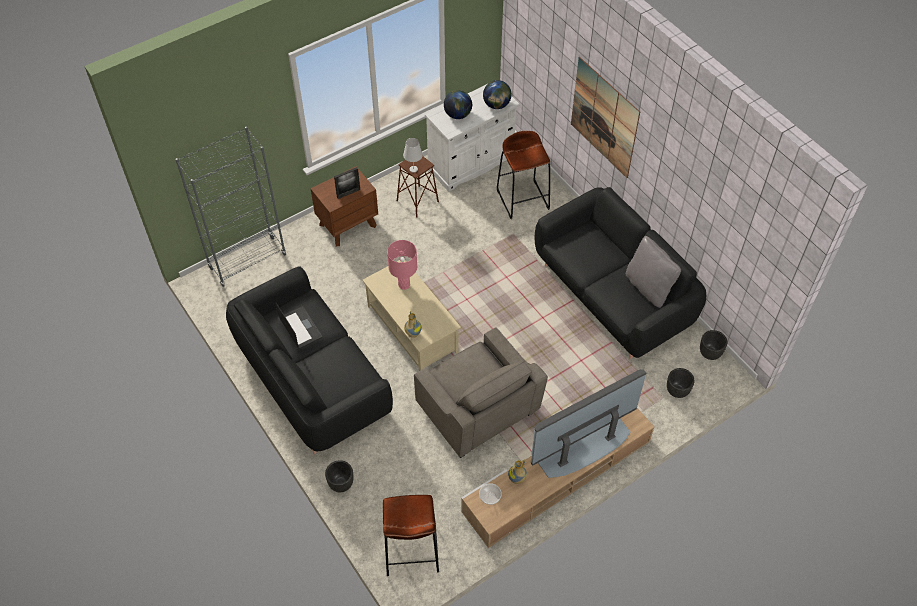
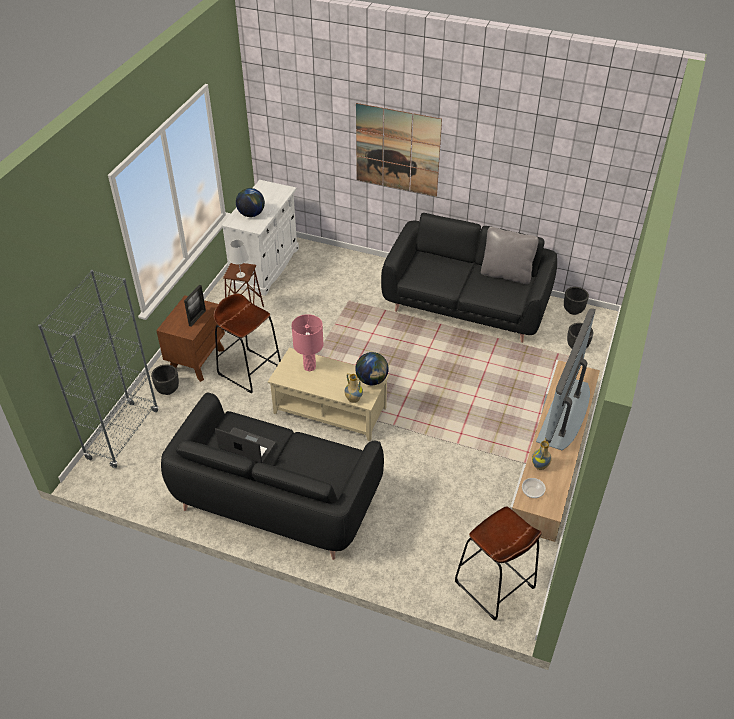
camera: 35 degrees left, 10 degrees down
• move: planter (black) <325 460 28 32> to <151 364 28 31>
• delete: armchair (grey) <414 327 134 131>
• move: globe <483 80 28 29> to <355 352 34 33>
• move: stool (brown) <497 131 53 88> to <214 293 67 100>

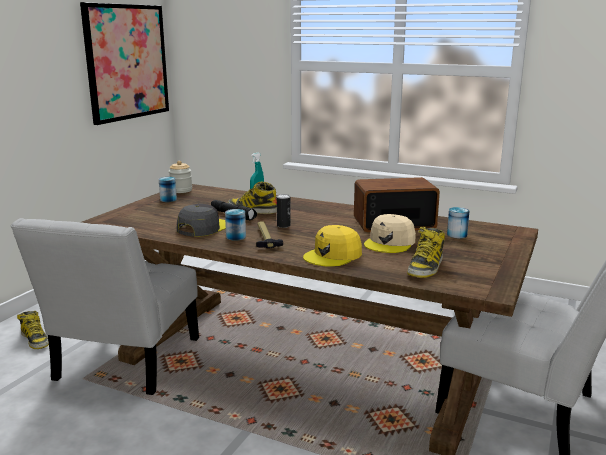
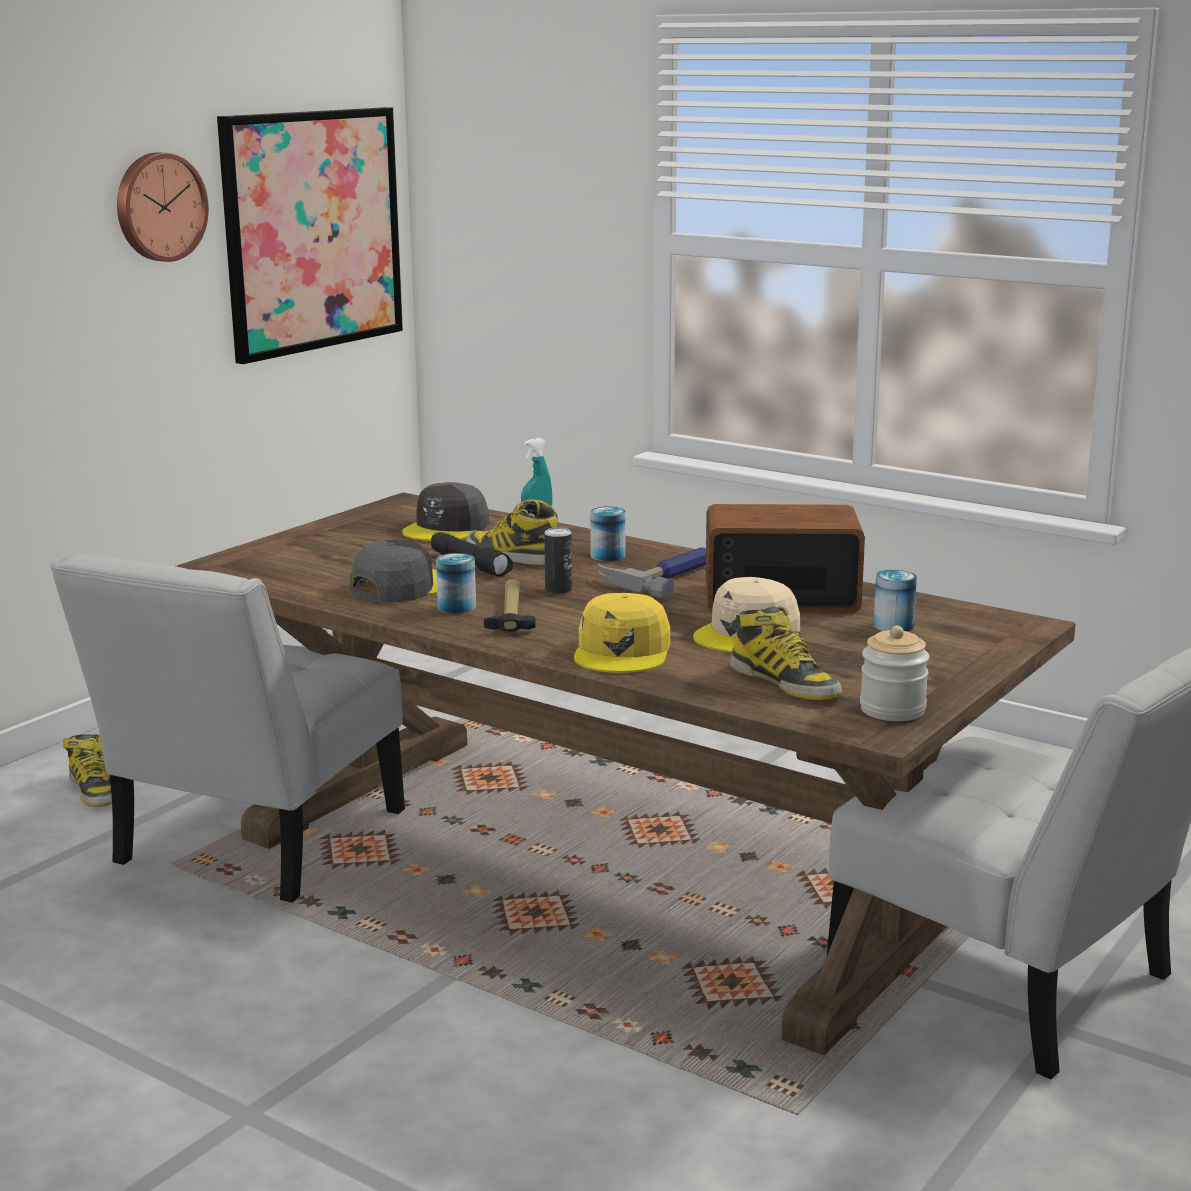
camera: 10 degrees right, 0 degrees up
• move: can <159 177 18 25> to <590 506 36 56>
• move: jar <168 161 24 32> to <860 626 70 95>
• rotate: cap (yellow) <303 225 59 42> = <574 593 96 80> 45 degrees counterclockwise
• rotate: boot <407 227 38 51> = <730 606 112 94> 75 degrees counterclockwise
• insert: wall clock <117 152 92 110>
• insert: cap (grey) <402 482 88 59>
• insert: hammer <598 547 108 53>

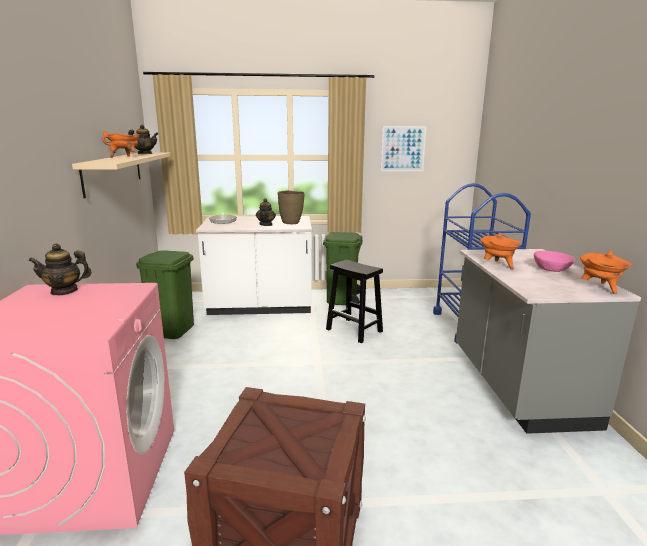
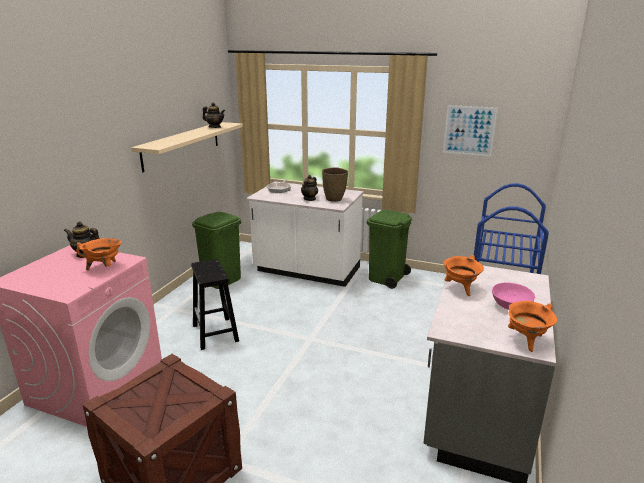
camera: 25 degrees right, 5 degrees up
• move: cooking pot (orange) <102 131 38 27> to <76 238 46 32>
• move: stool (black) <326 260 57 83> to <191 259 48 91>

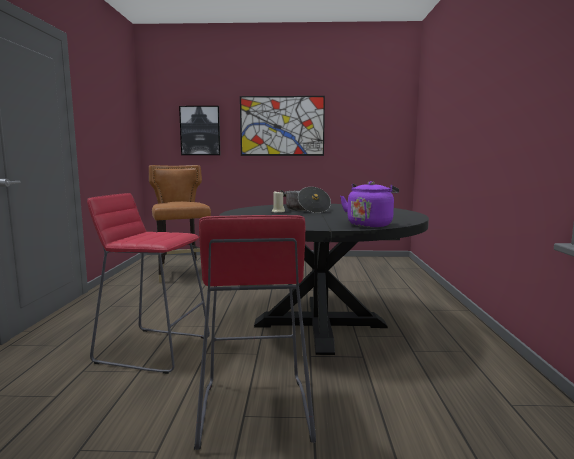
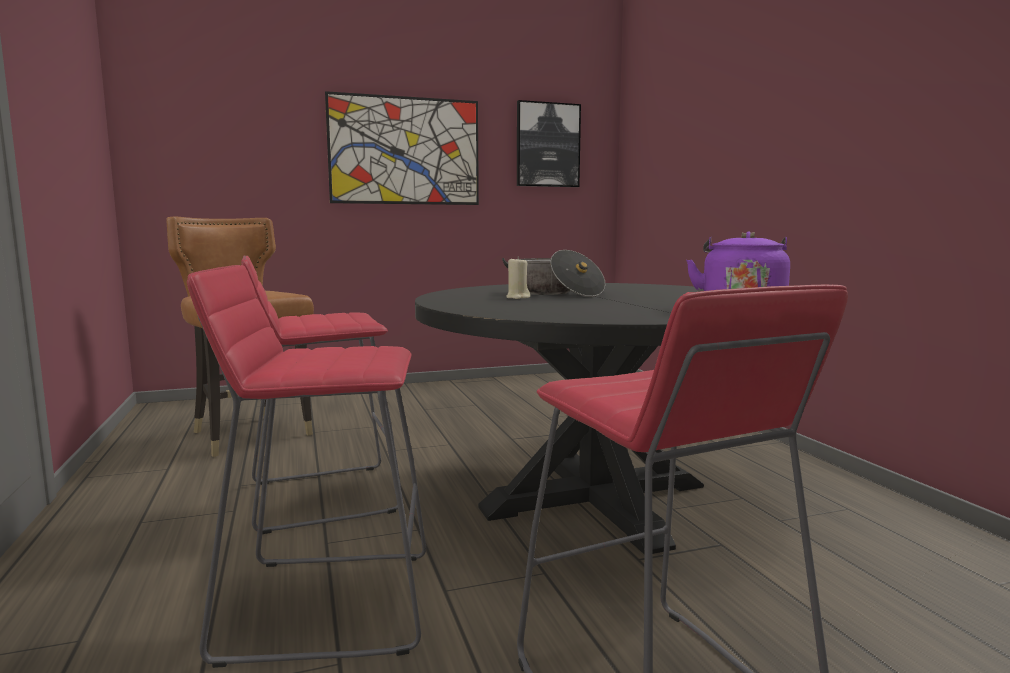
camera: 20 degrees left, 0 degrees up
• move: picture <179 106 41 49> to <517 100 64 87>
• insert: stool (red) <241 255 162 279>

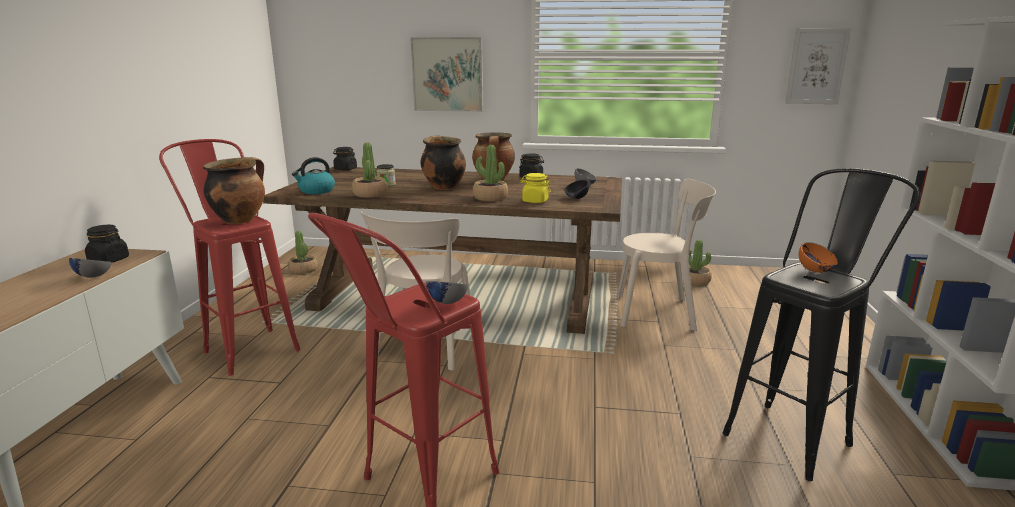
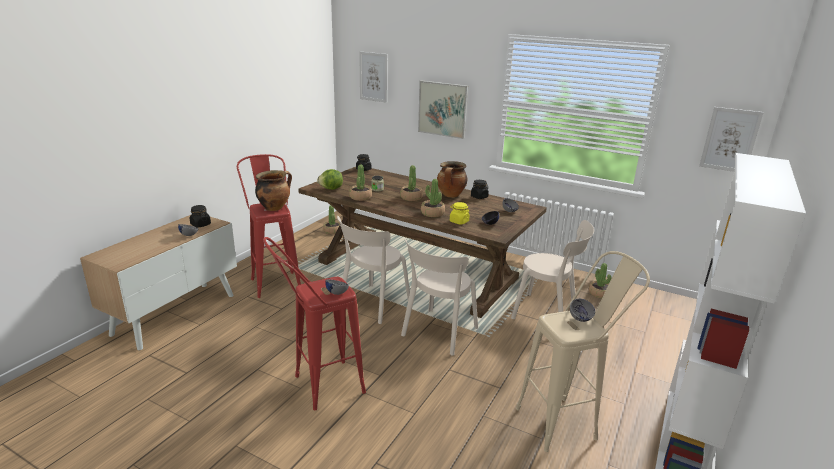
camera: 20 degrees right, 5 degrees up
• replace: kettle <292 157 43 37> to lettuce <317 169 26 21>
• replace: cooking pot <420 135 46 55> to potted plant <400 165 23 36>
• recolor: stool (black) <723 168 198 313> to stool (beige) <516 251 134 201>
• recolor: bowl (orange) <799 242 39 31> to bowl (grey) <570 299 25 23>
• insert: picture <359 52 29 51>
• insert: chair (beige) <401 239 77 117>

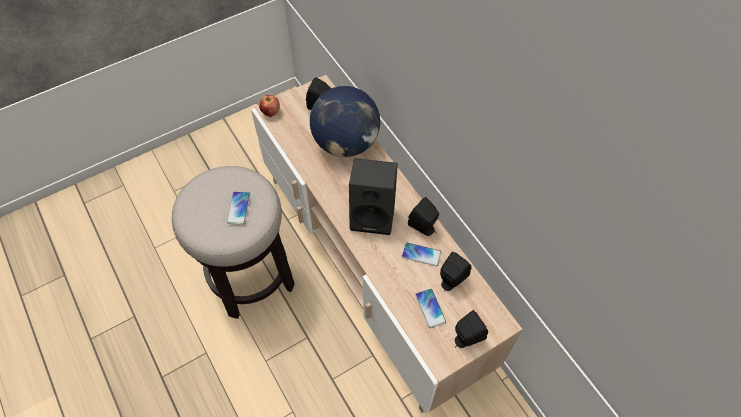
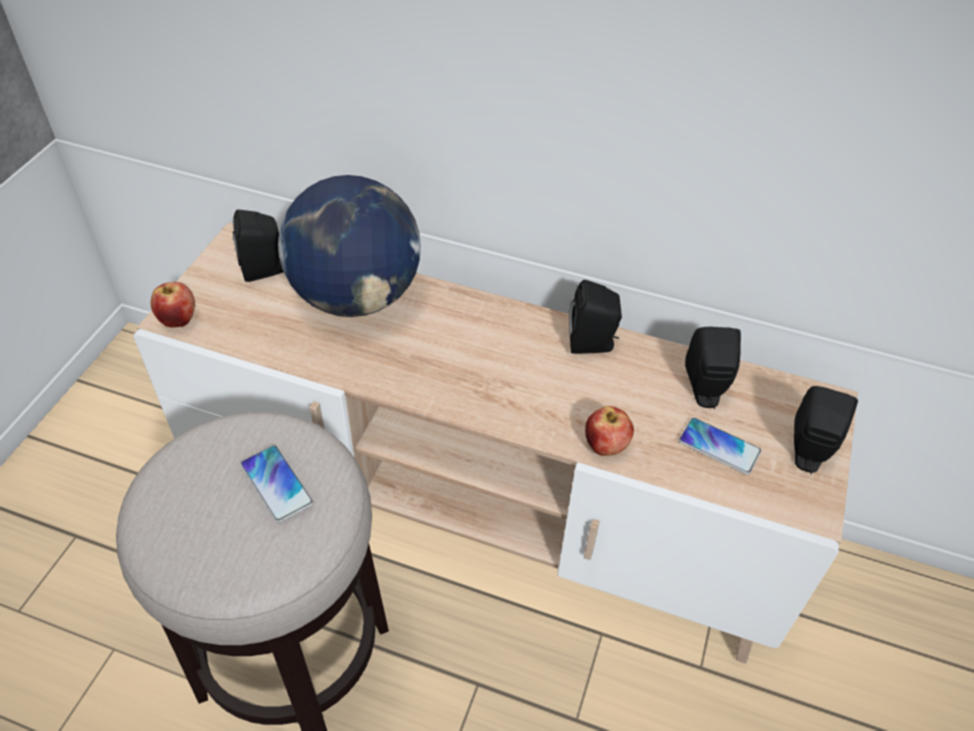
camera: 40 degrees left, 10 degrees down
• delete: speaker (black) <349 158 49 77>
• delete: phone <402 243 40 23>
• insert: apple <585 406 49 50>

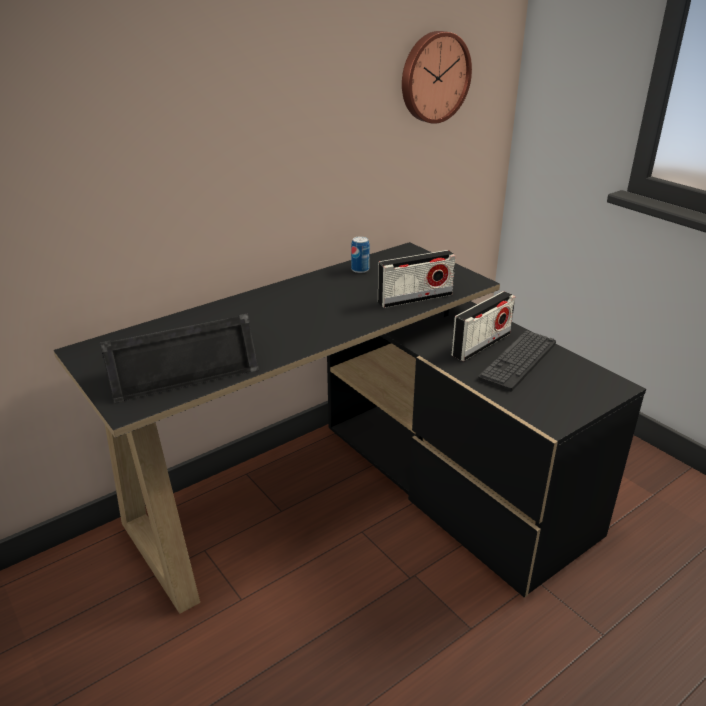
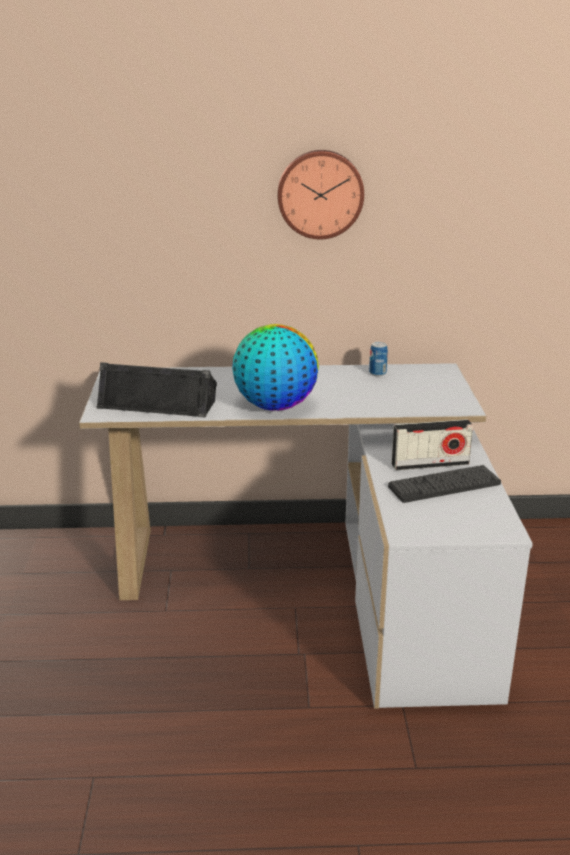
camera: 35 degrees right, 5 degrees down
• recolor: desk (black) <53 242 593 372> to desk (white) <79 363 454 346>
• delete: radio <378 250 78 58>
• move: wall clock <402 31 70 93> to <277 150 87 89>
• insert: globe <232 324 87 87>

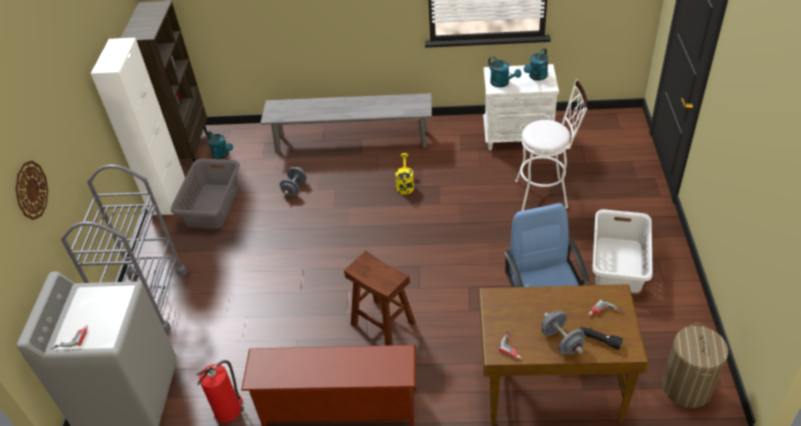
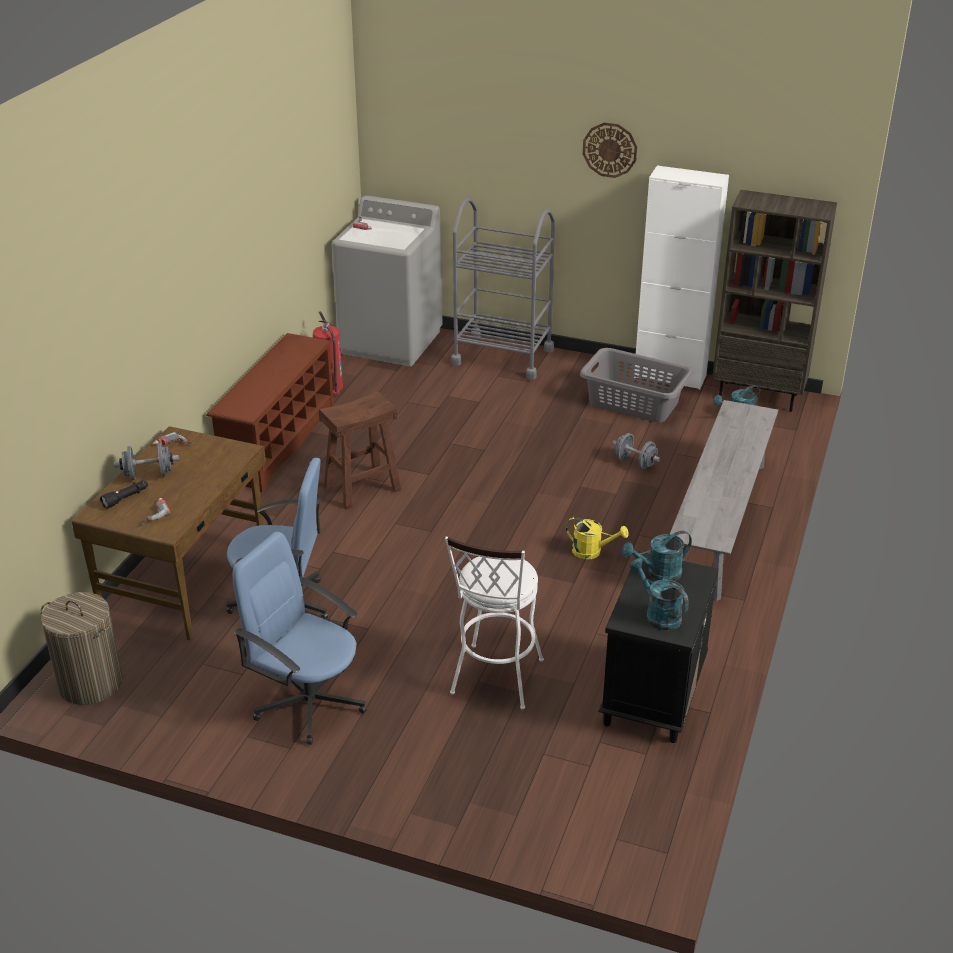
camera: 105 degrees right, 10 degrees down
• move: wall clock <15 160 33 60> to <583 122 54 56>
• recolor: nightstand (white) <483 64 76 87> to nightstand (black) <598 551 121 192>
• replace: laundry basket (grey) <592 209 61 84> to office chair (blue) <232 531 135 214>

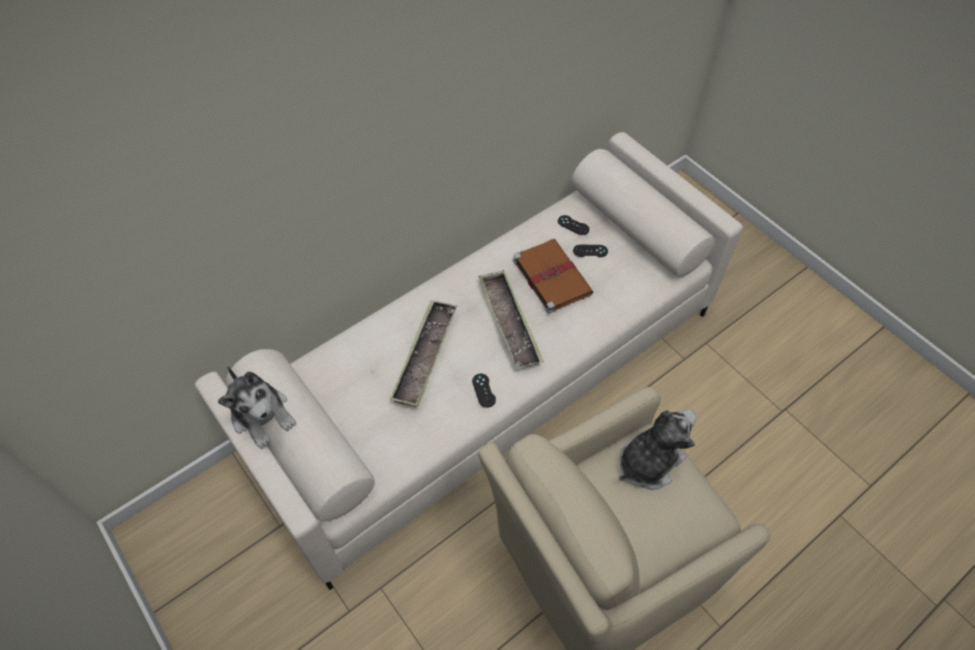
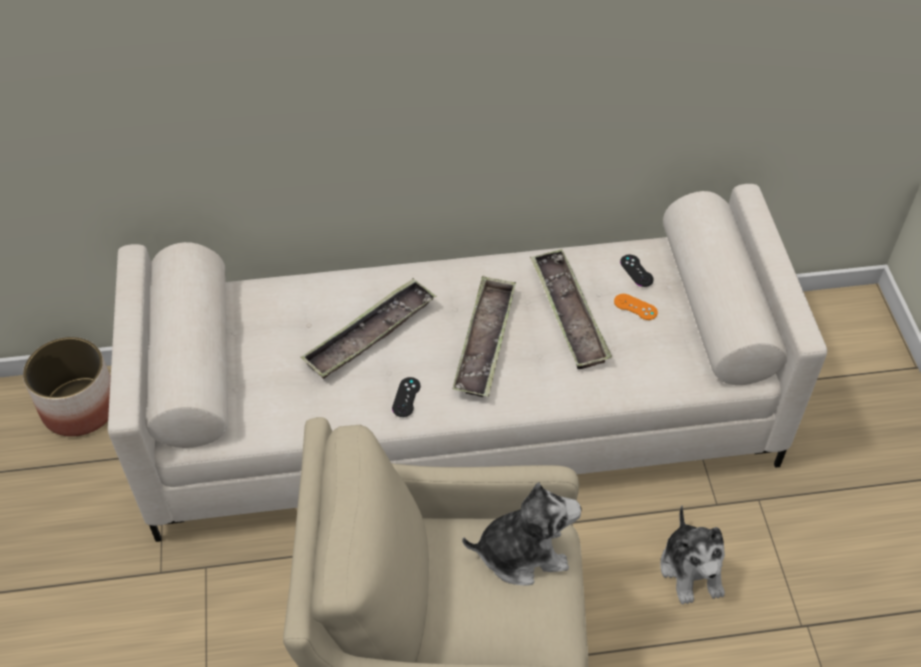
camera: 30 degrees right, 5 degrees down
• move: plush toy <218 366 78 83> to <660 506 65 99>
• replace: book (brown) <513 239 80 75> to tray <530 249 82 120>
• recolor: game controller (black) <573 245 35 12> to game controller (orange) <614 294 44 26>
• insert: planter <23 337 88 100>

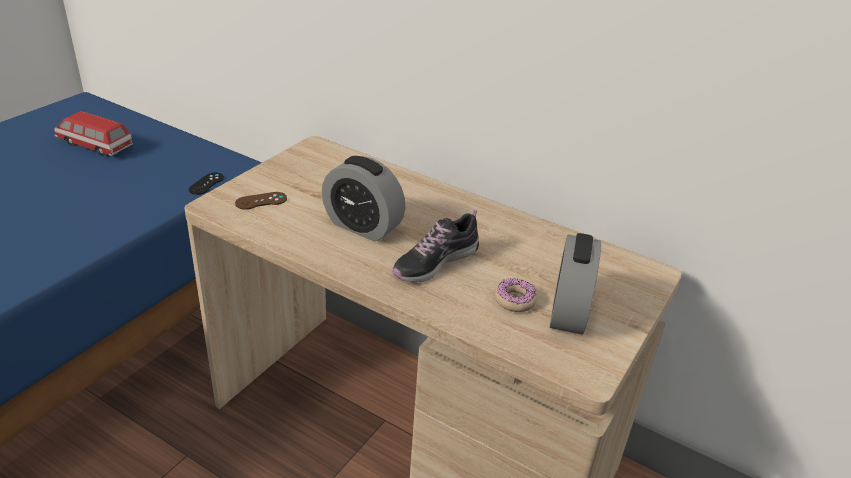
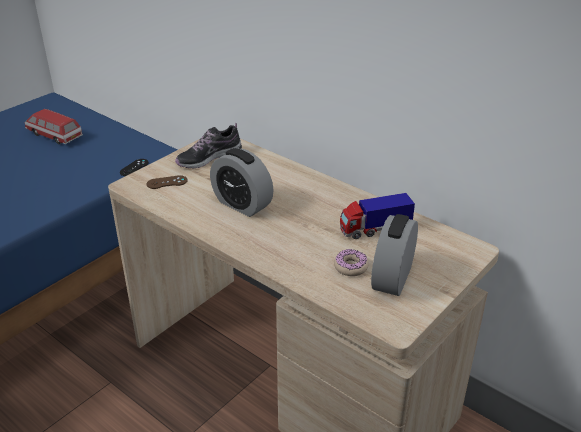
camera: 10 degrees right, 0 degrees up
• move: shoe <392 209 87 74> to <175 122 67 46>
• insert: toy truck <340 193 75 46>

